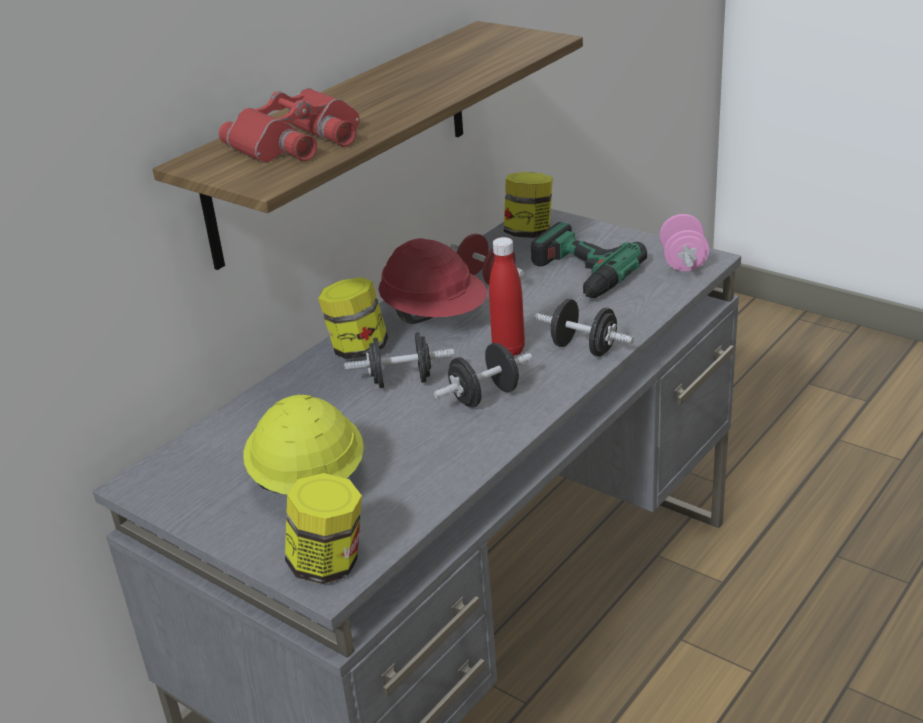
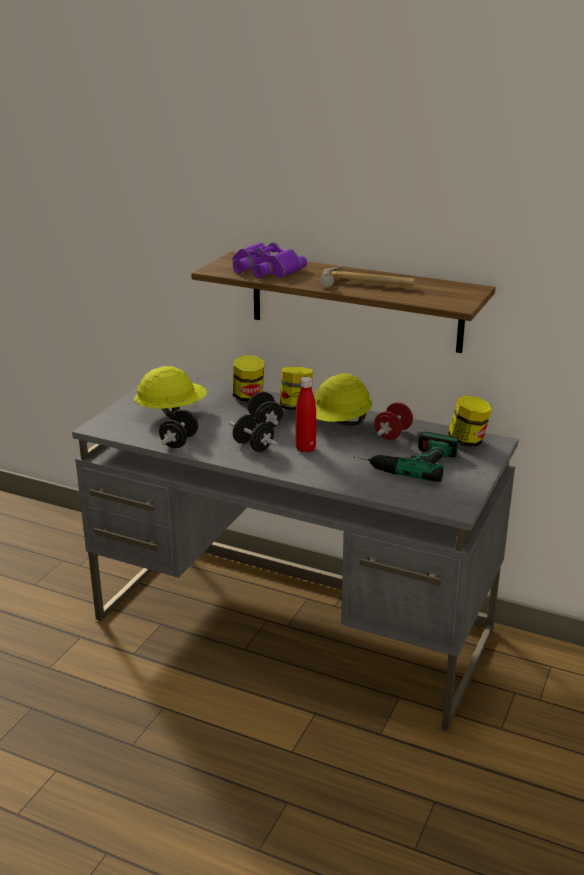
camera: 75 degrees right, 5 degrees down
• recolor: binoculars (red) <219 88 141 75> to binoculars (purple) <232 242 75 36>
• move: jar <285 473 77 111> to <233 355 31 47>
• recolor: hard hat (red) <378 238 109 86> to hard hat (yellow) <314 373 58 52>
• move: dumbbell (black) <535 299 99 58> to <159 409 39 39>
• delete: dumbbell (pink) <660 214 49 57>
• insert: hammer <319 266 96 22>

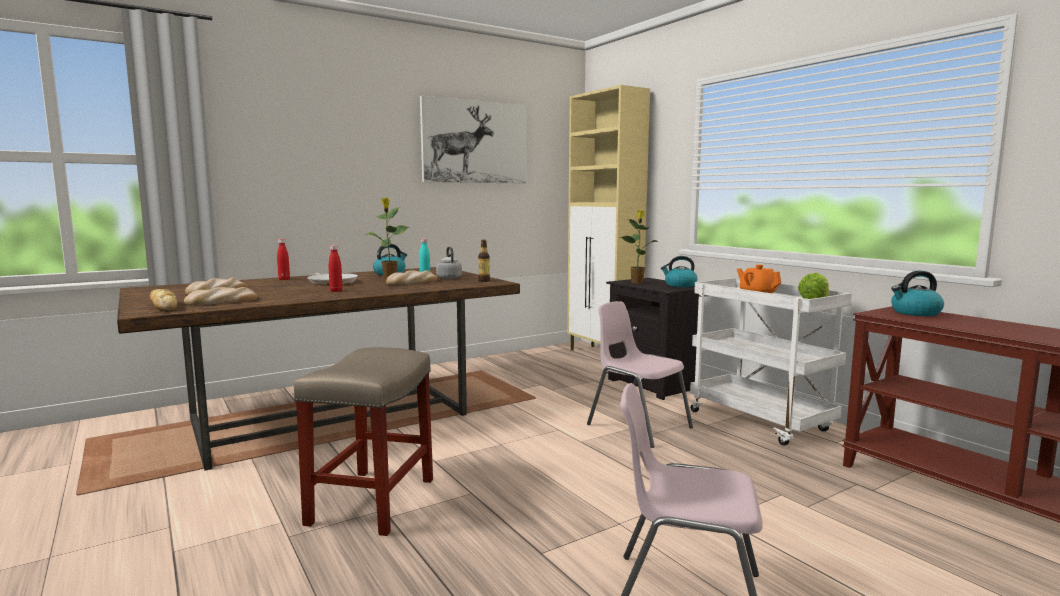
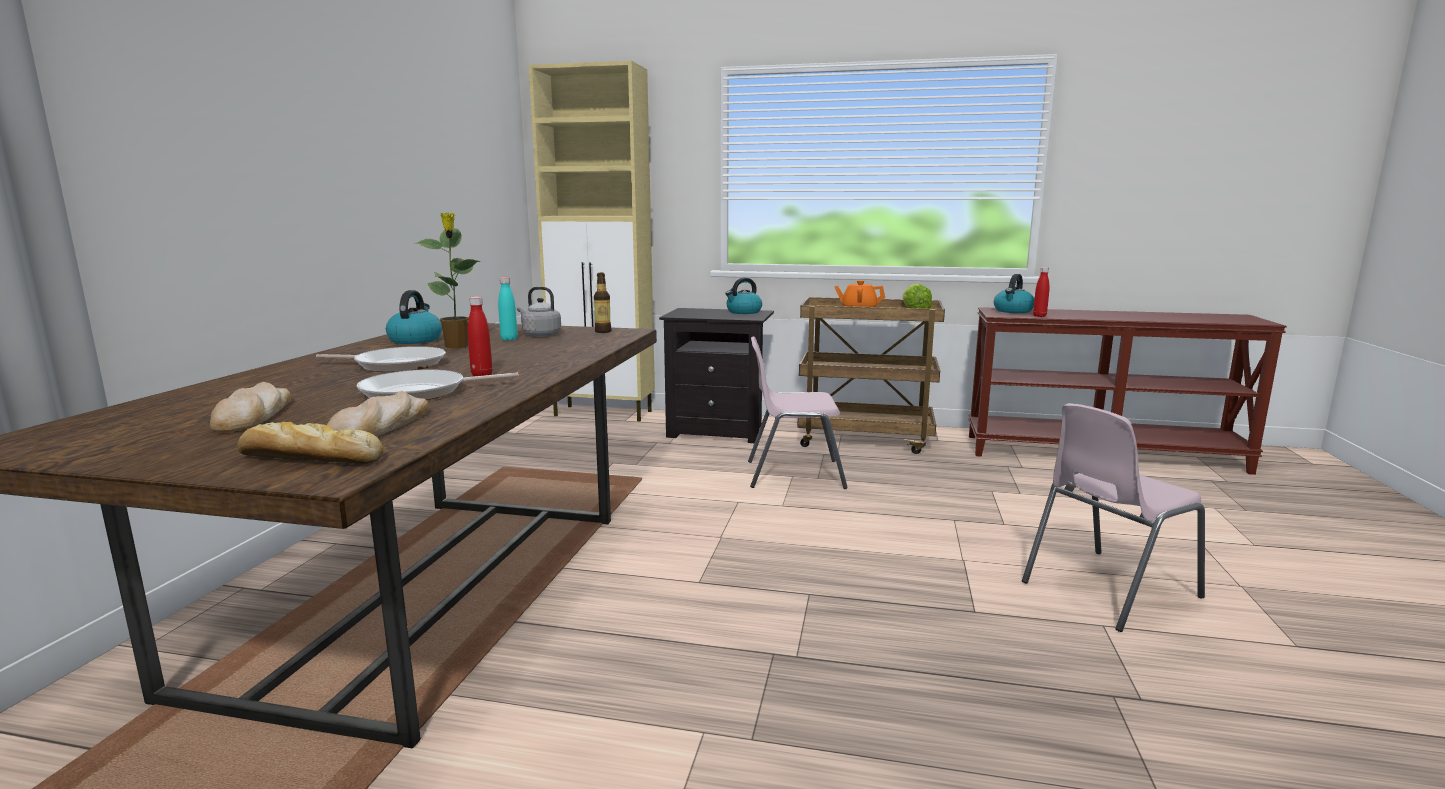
camera: 45 degrees left, 5 degrees up
• move: bottle (red) <277 239 13 41> to <1033 267 17 50>
• delete: stool (beige) <294 347 139 189>
• delete: bread <386 270 52 15>
• delete: picture <420 96 107 88>
• delete: potted plant <619 210 39 74>
• recolor: cart (white) <690 278 162 168> to cart (brown) <797 297 148 157>
• insert: frying pan <356 369 163 31>

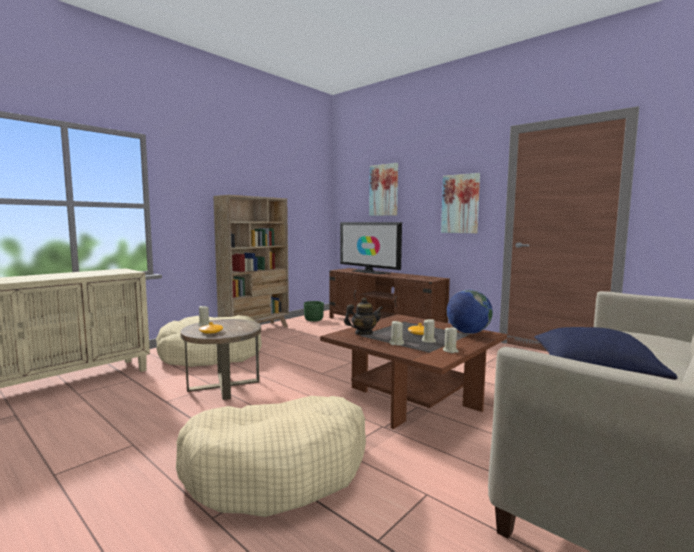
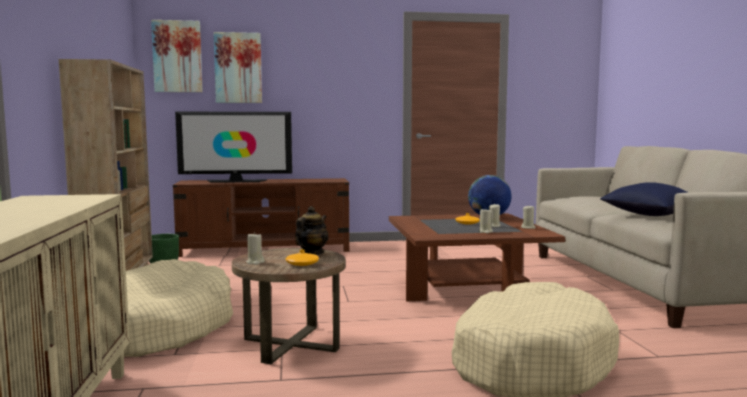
camera: 50 degrees left, 0 degrees up
• move: teapot <344 297 39 38> to <295 206 33 49>
• move: picture <441 173 39 60> to <151 20 52 72>

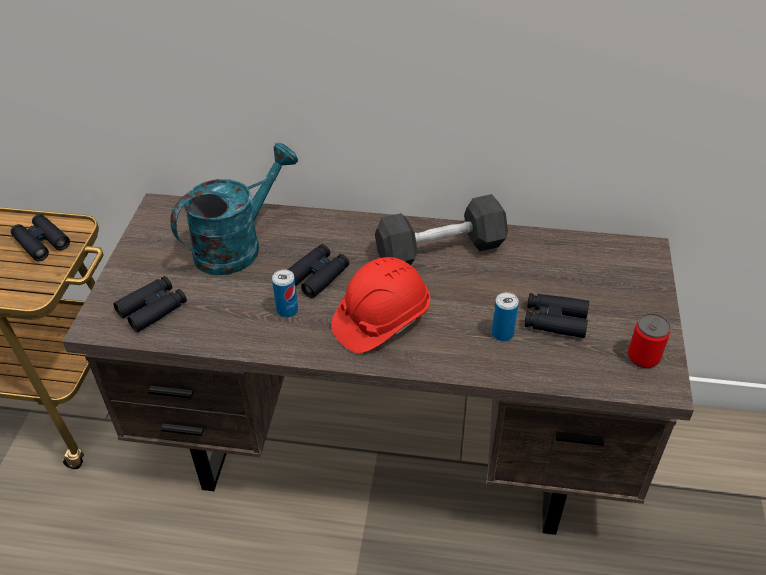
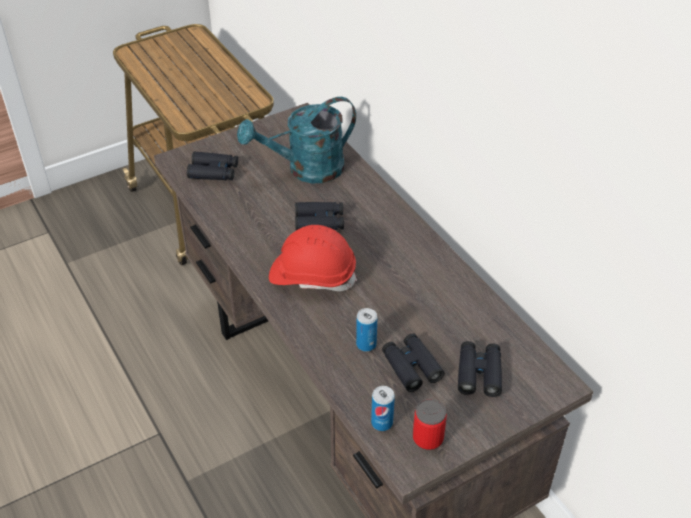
camera: 50 degrees right, 0 degrees up
• move: binoculars (black) <11 214 59 47> to <458 341 44 56>
• rotate: watering can (turquoise) <170 143 128 132> = <237 97 119 86> 150 degrees clockwise
• move: can <272 269 26 48> to <371 386 24 45>
• delete: dumbbell (black) <375 194 133 71>

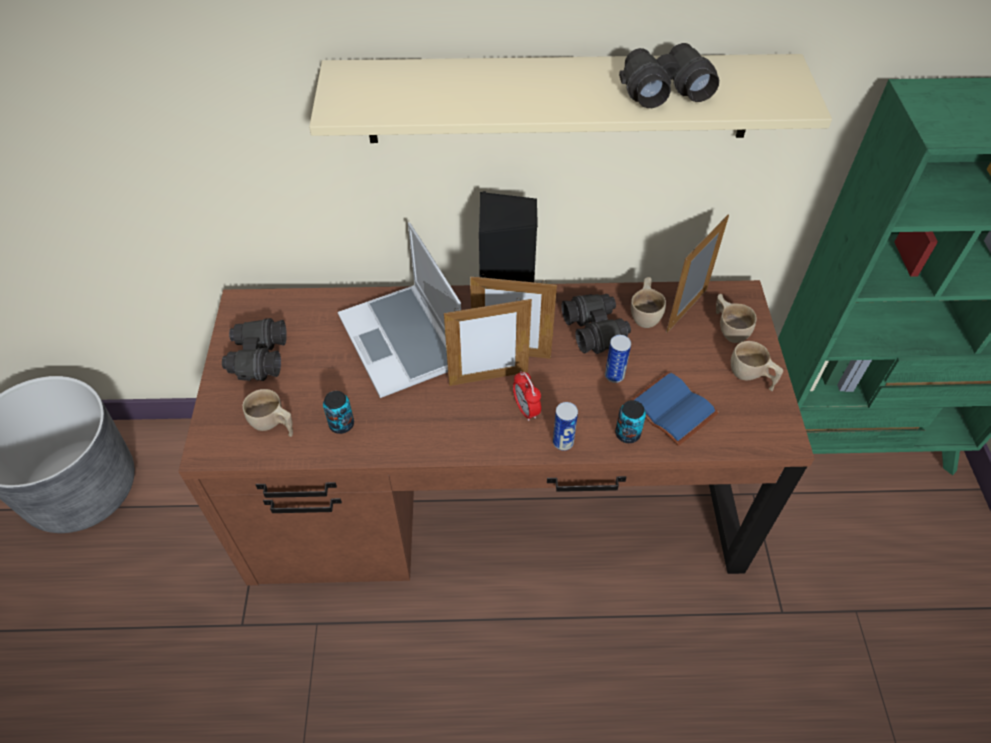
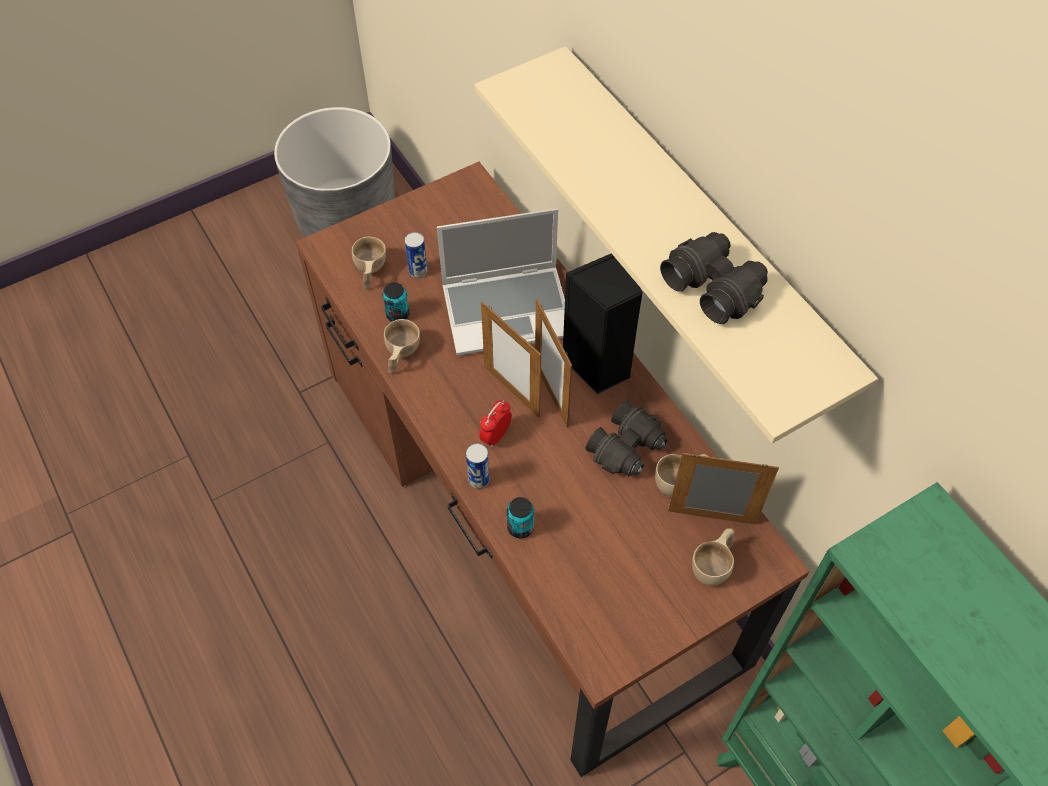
camera: 60 degrees right, 5 degrees up
• delete: binoculars (black) <222 318 65 63>
• rotate: laptop <338 222 123 176> = <437 208 128 148> 135 degrees counterclockwise
• move: can <605 335 26 48> to <405 232 23 46>
• delete: book (blue) <629 372 90 74>
• move: cup (beige) <731 341 52 50> to <384 319 36 55>

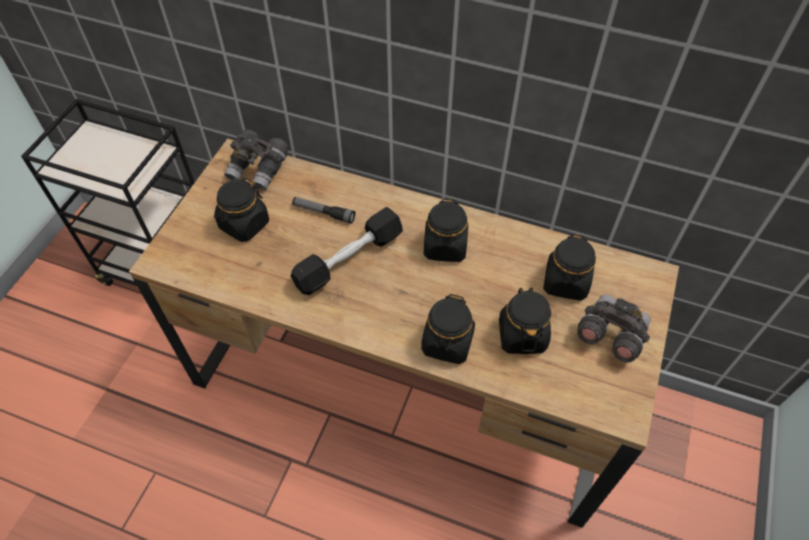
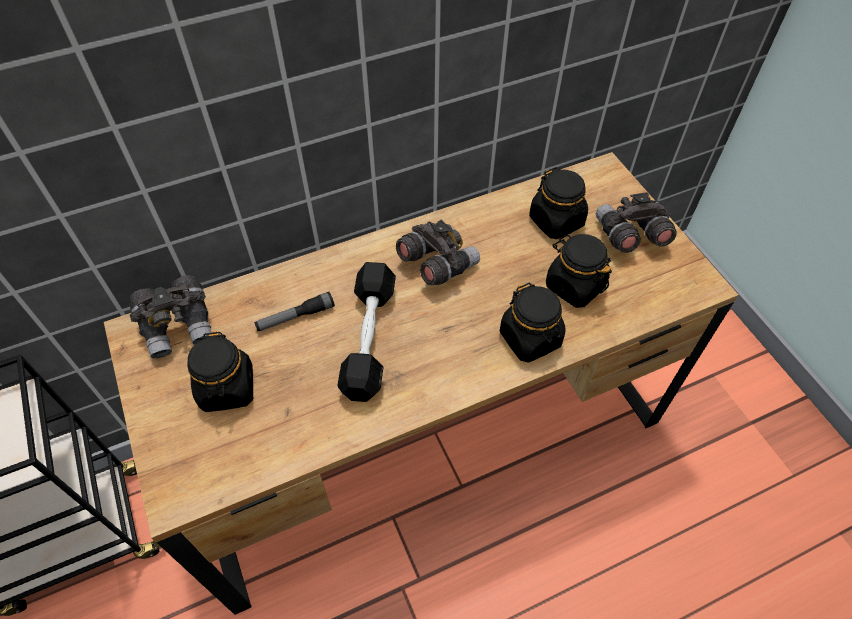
camera: 45 degrees left, 0 degrees up
• replace: jar (black) <424 199 44 63> to binoculars (grey) <396 220 84 66>

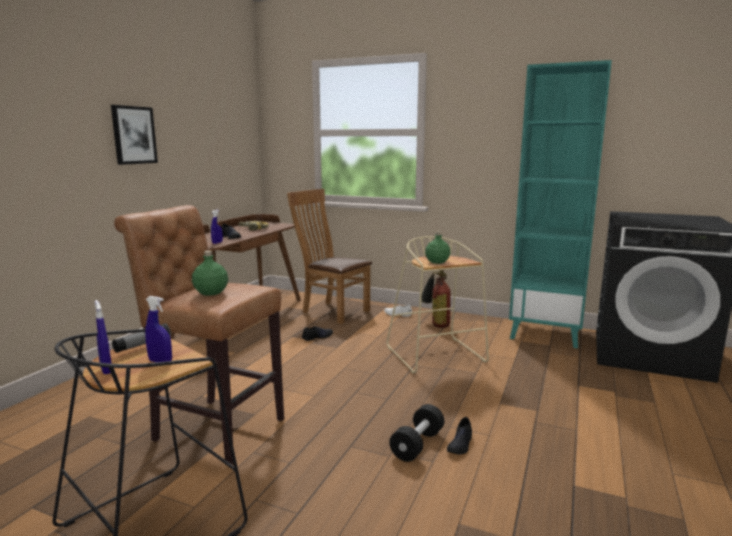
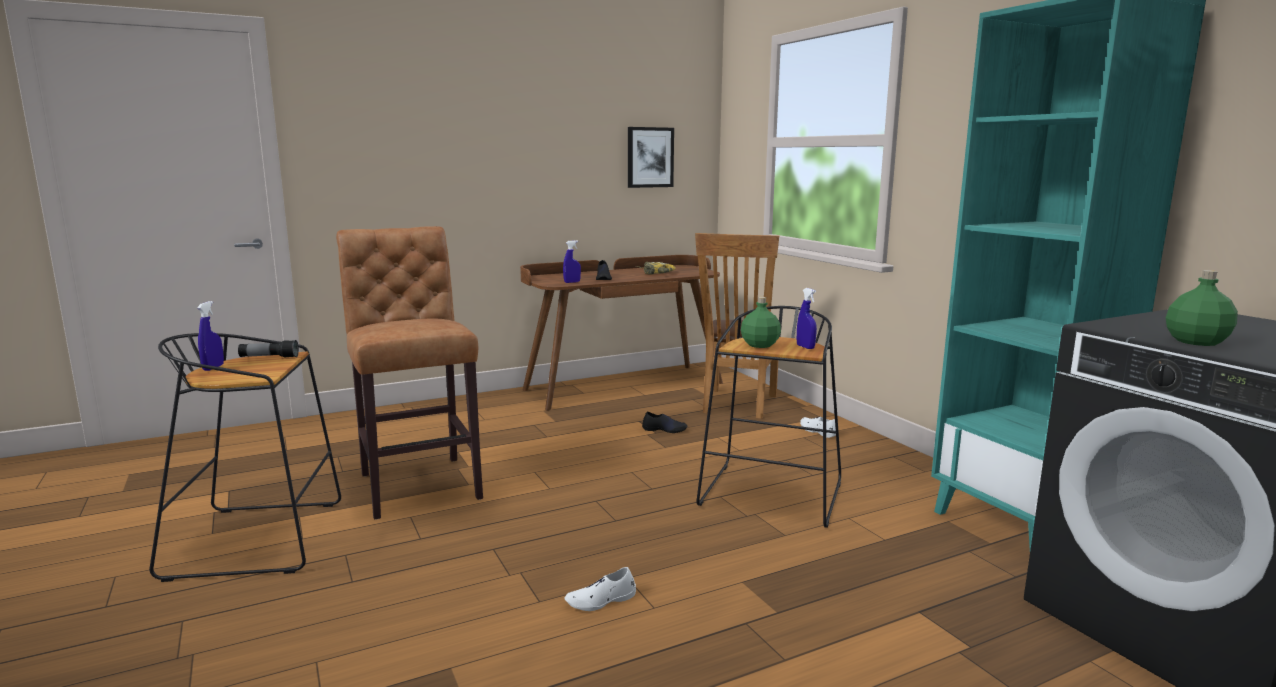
camera: 40 degrees right, 0 degrees up
• move: picture <111 105 47 60> to <628 127 46 61>
• move: spray bottle (blue) <145 296 27 66> to <797 288 20 61>
• move: bottle (green) <192 250 36 46> to <1166 270 72 76>
• rotate: chair (brown) <287 189 85 135> = <695 233 87 186> 150 degrees counterclockwise
• recolor: stool (beige) <387 236 102 138> to stool (black) <697 306 144 222>
• delete: dumbbell (black) <389 404 55 58>
• delete: fire extinguisher <421 270 30 58>
• recolor: shoe (black) <447 417 25 38> to shoe (white) <565 567 71 44>

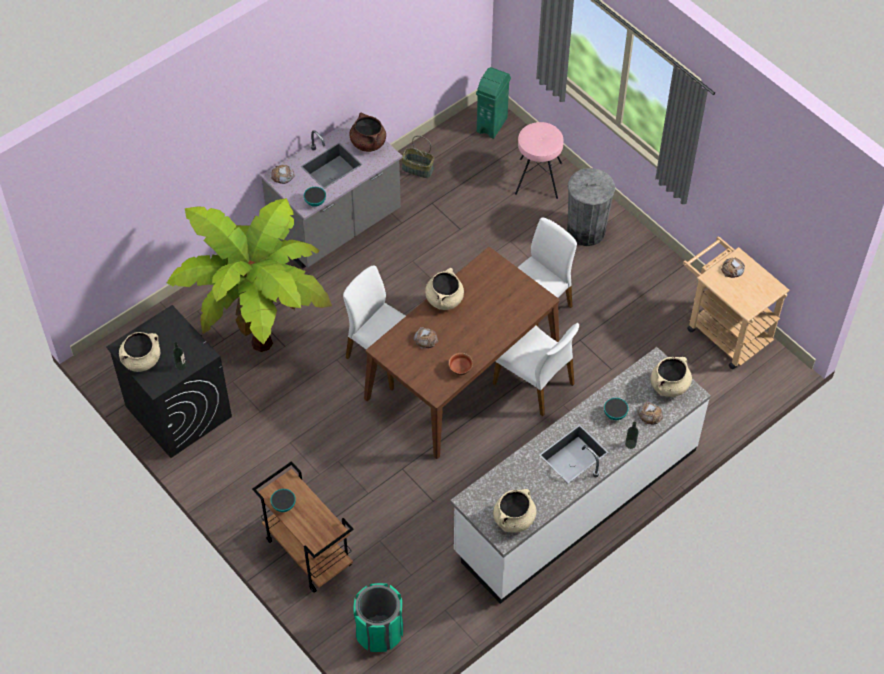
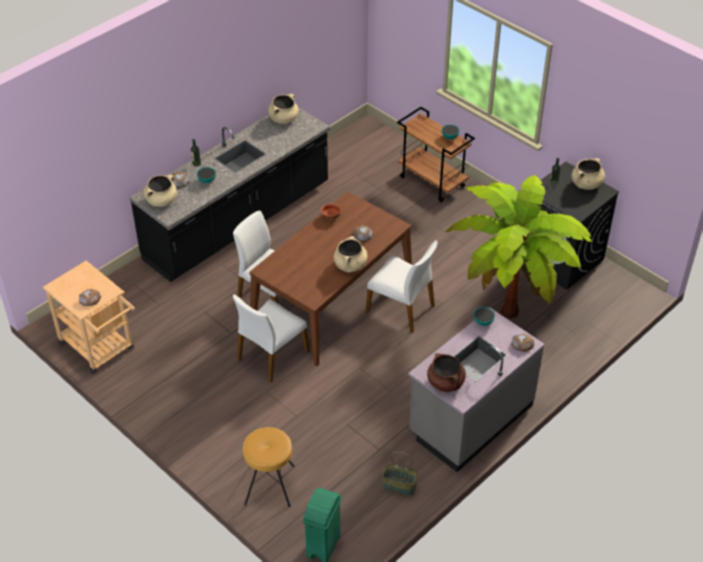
camera: 175 degrees right, 10 degrees down
• delete: trash can (green) <353 583 50 69>
• recolor: counter (white) <450 347 261 257> to counter (black) <129 107 201 175>
• recolor: stool (pink) <515 122 48 77> to stool (brown) <243 427 51 80>
• delete: trash can (grey) <567 168 48 78>

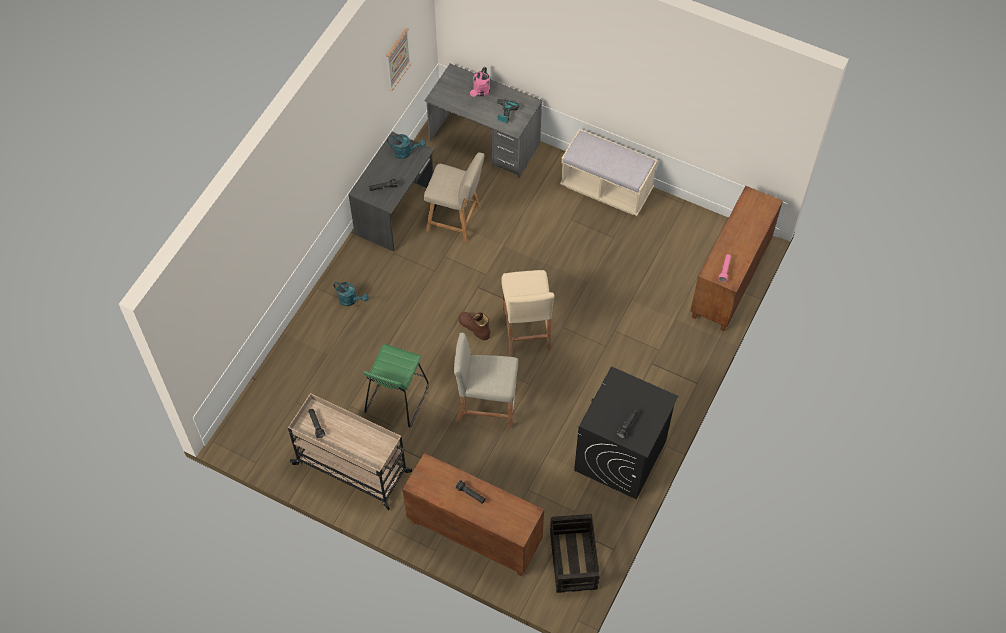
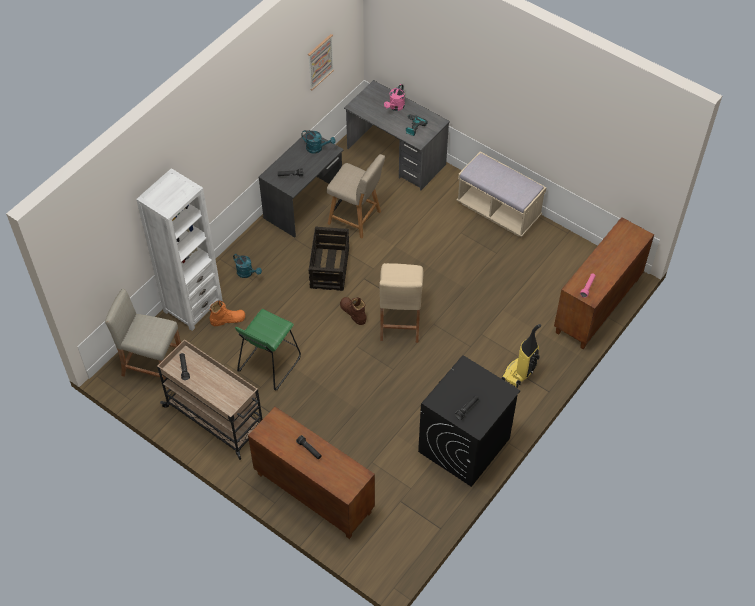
camera: 10 degrees right, 5 degrees down
• move: stool (beige) <454 333 64 95> to <105 289 76 100>
• move: crate <550 514 50 79> to <309 227 40 64>
• insert: bookcase (white) <136 168 87 163>
• insert: boot (orange) <209 301 36 25>
• insert: vacuum cleaner <502 324 39 64>

